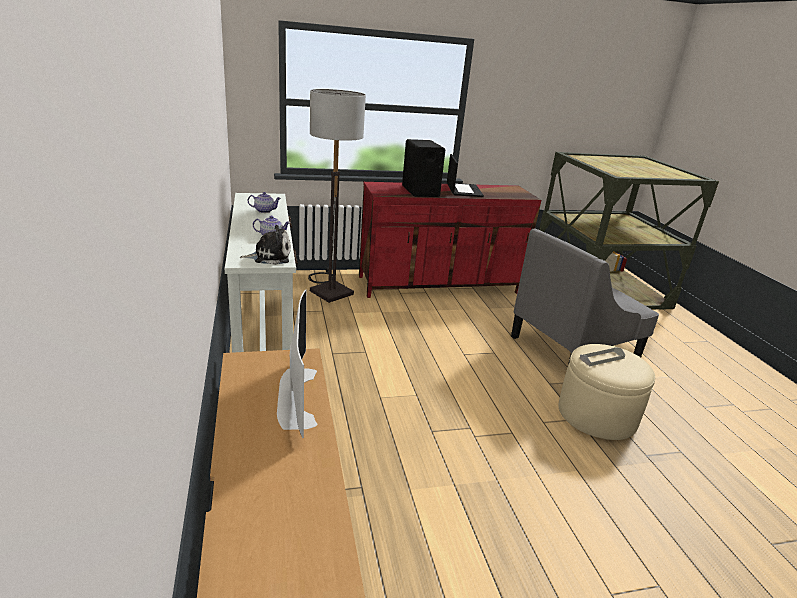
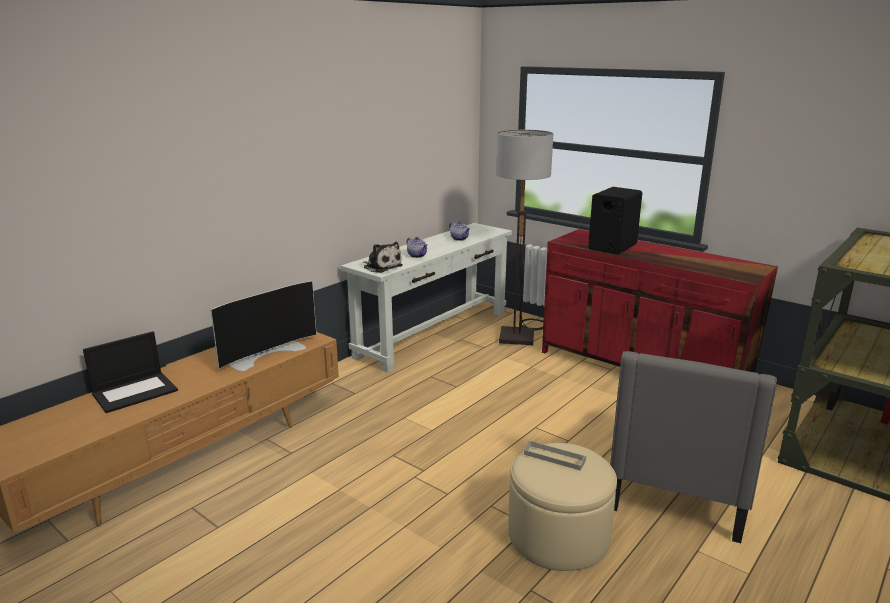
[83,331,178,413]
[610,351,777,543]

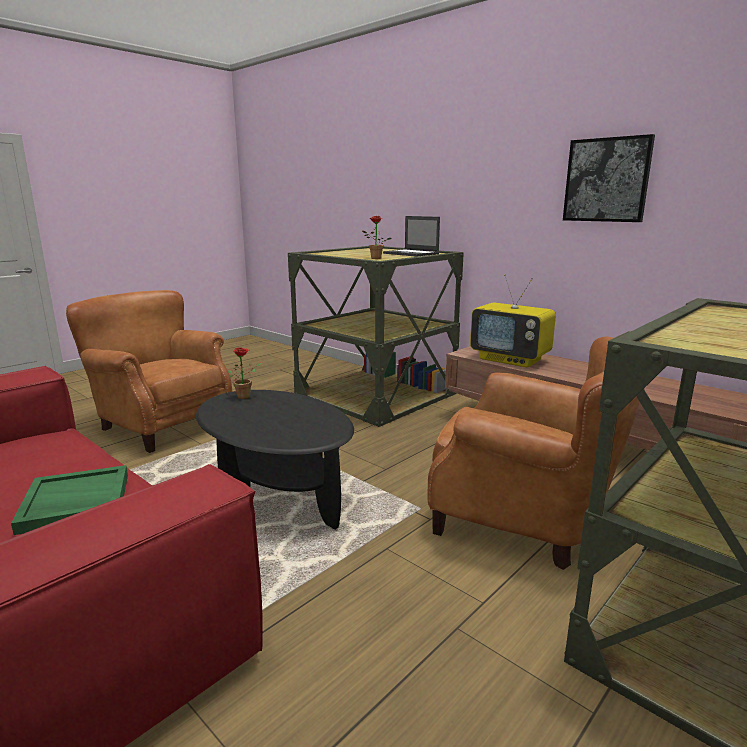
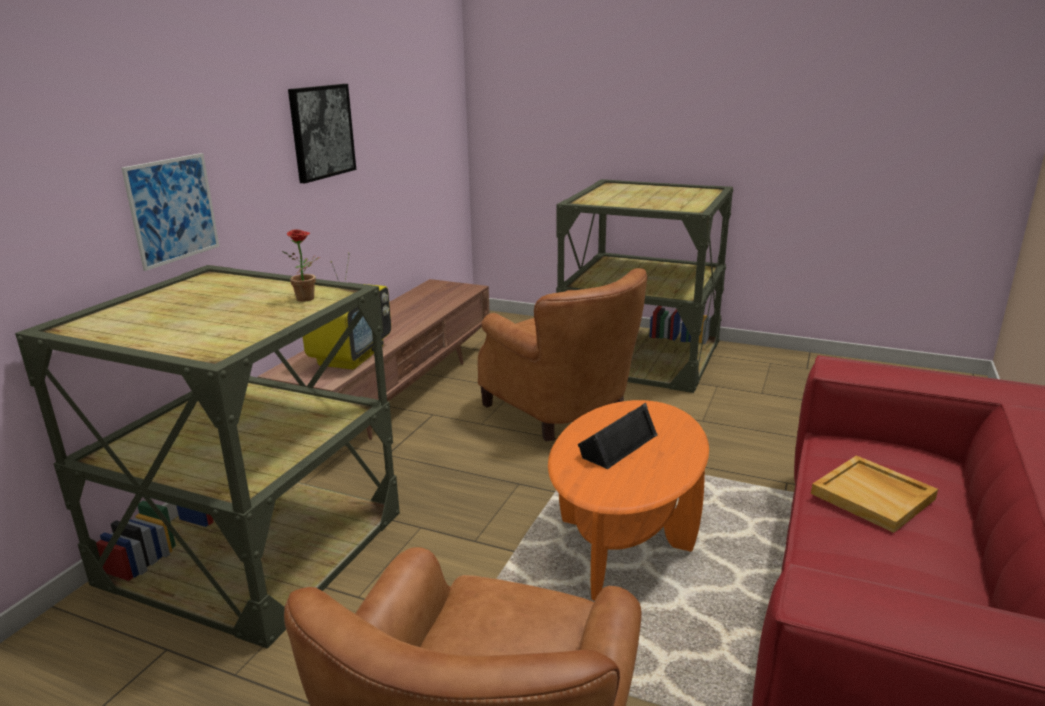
[811,455,938,533]
[548,400,709,601]
[228,347,263,399] (first image)
[383,216,440,257] (first image)
[478,268,647,441]
[121,153,219,271]
[578,403,657,469]

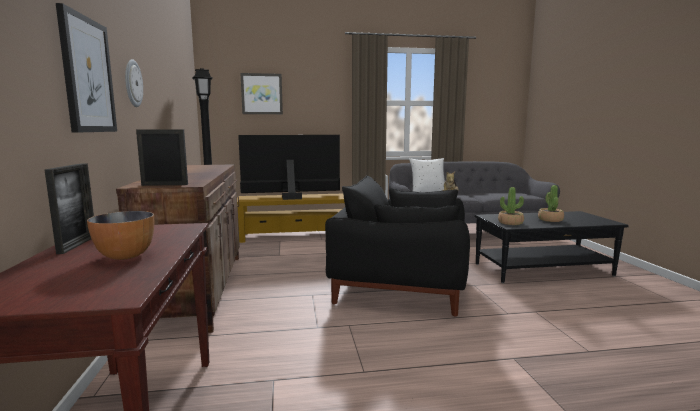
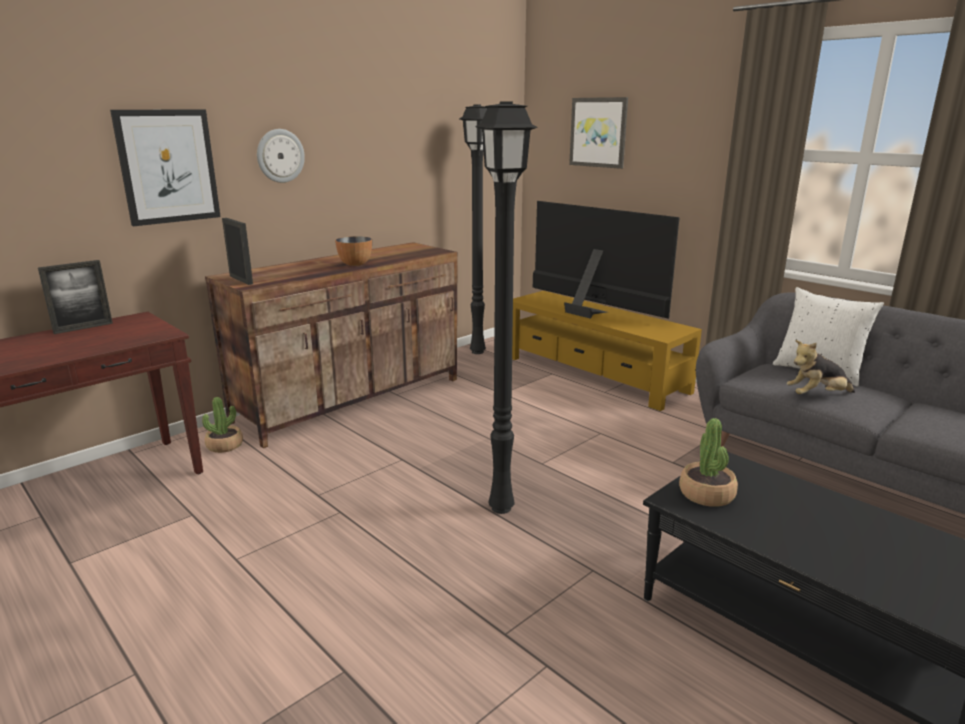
[335,236,372,266]
[475,101,538,514]
[202,397,243,453]

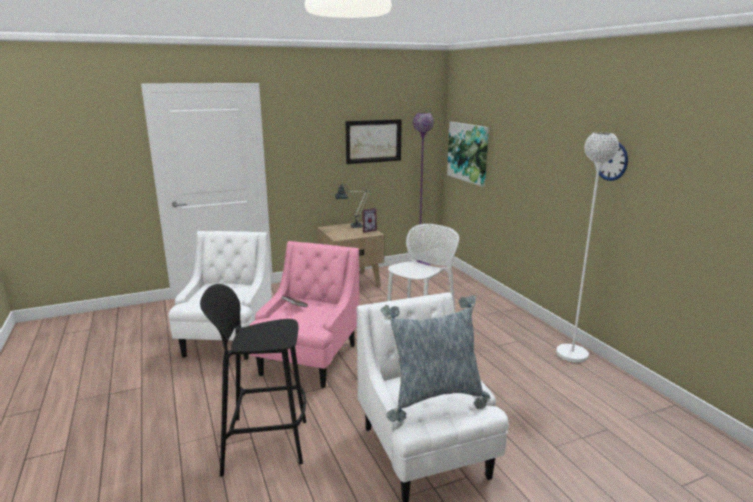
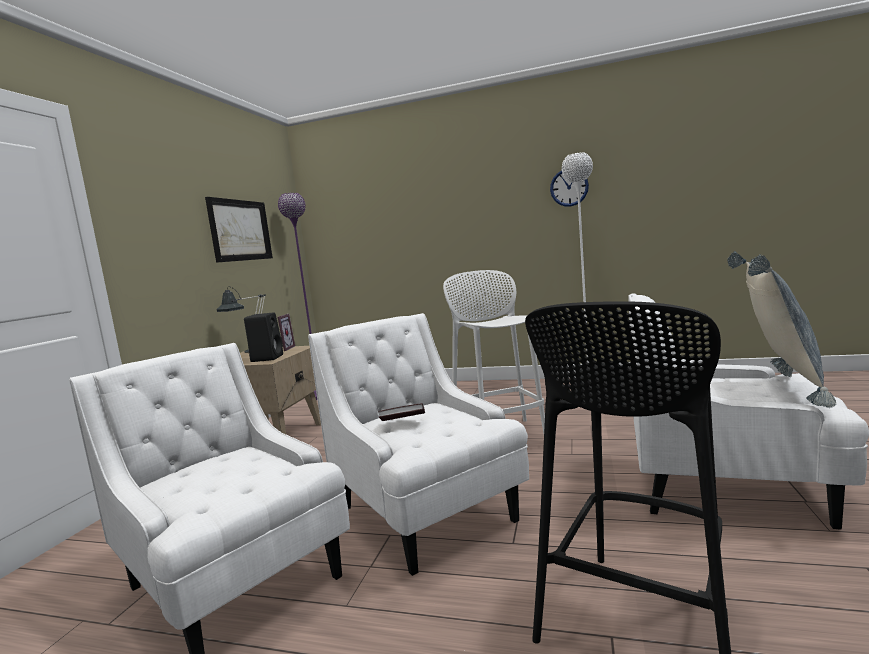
[308,313,529,576]
[447,122,489,186] (first image)
[244,313,283,362]

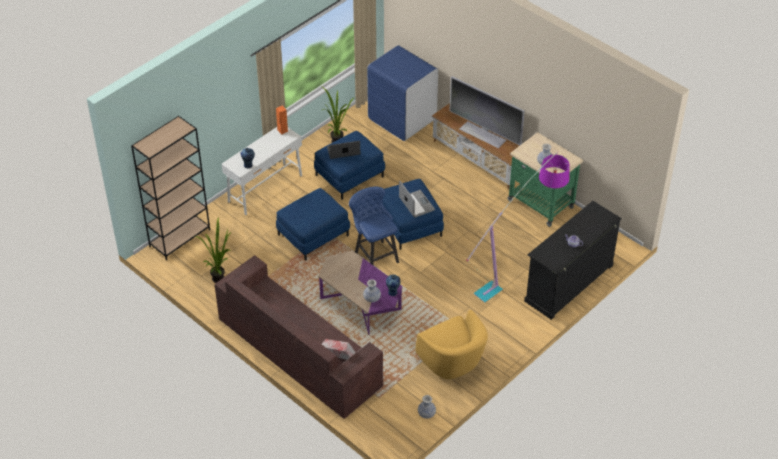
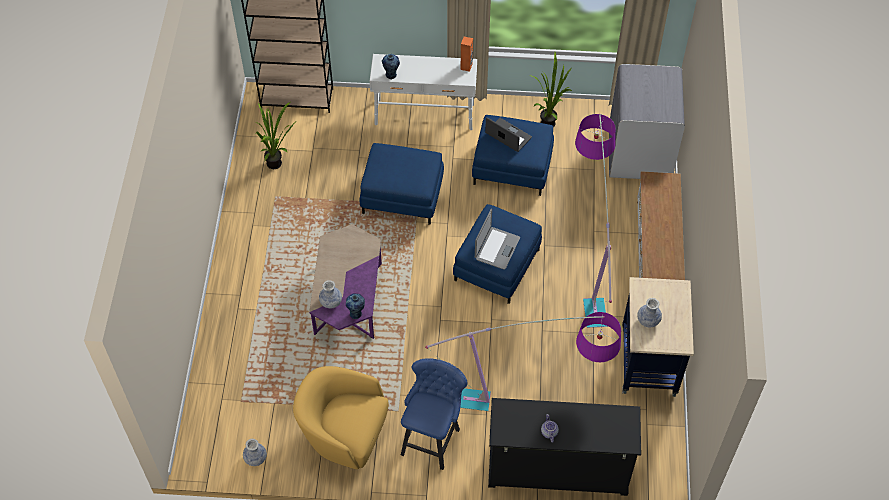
[214,255,383,419] (first image)
[401,358,467,470]
[609,64,685,179]
[293,366,389,469]
[449,76,525,149] (first image)
[622,277,694,397]
[575,113,616,328]

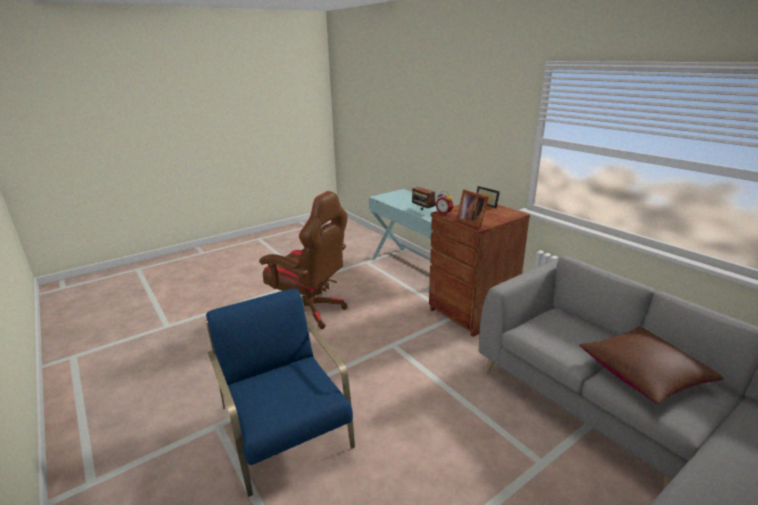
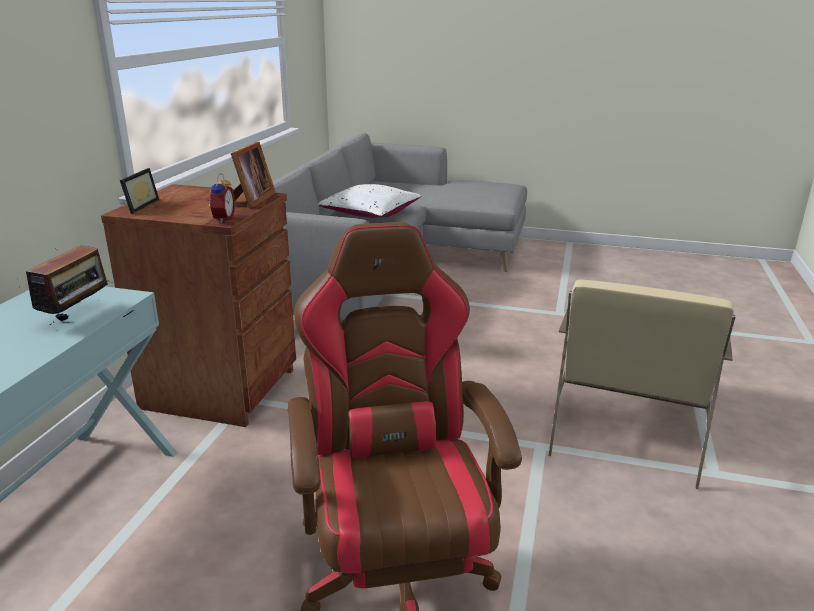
[549,280,736,489]
[318,184,421,218]

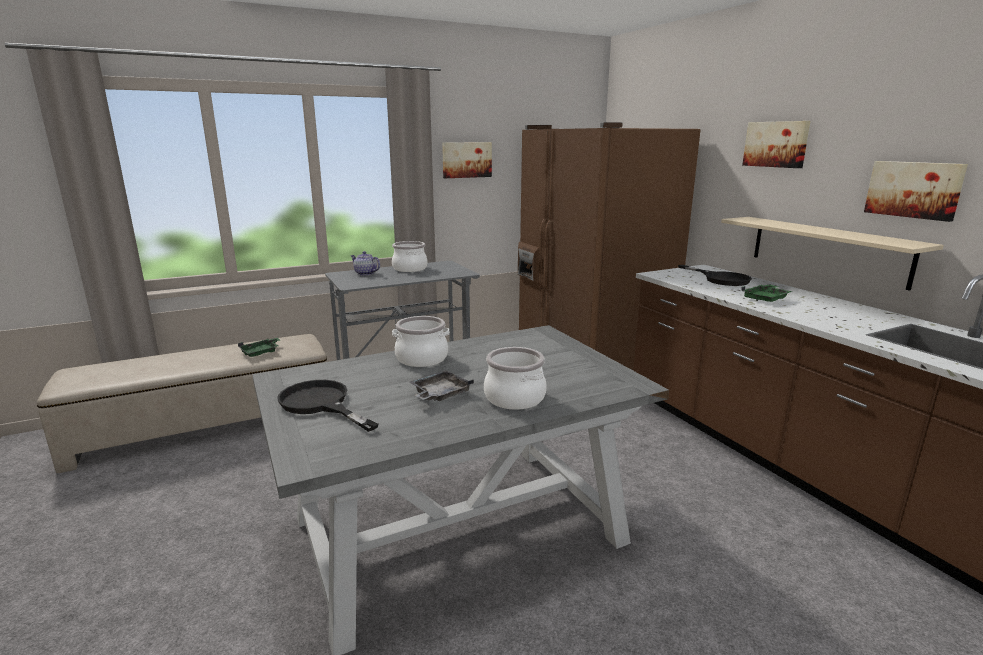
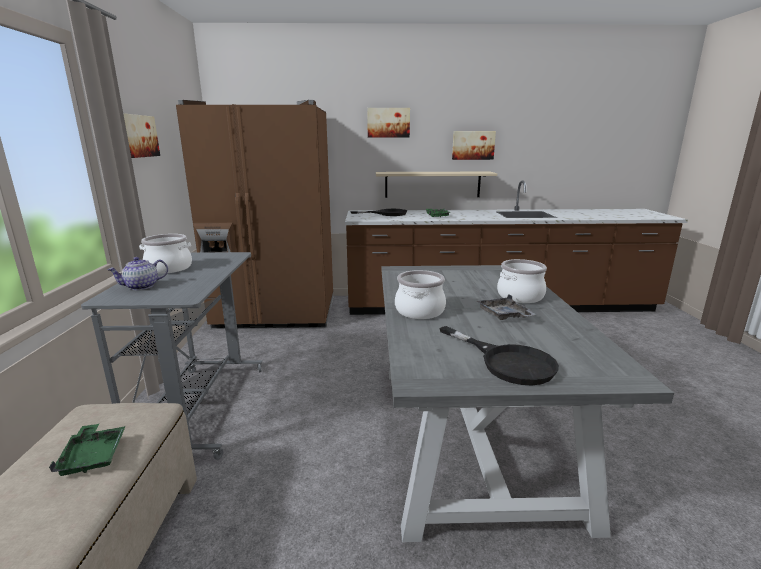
[439,326,559,386]

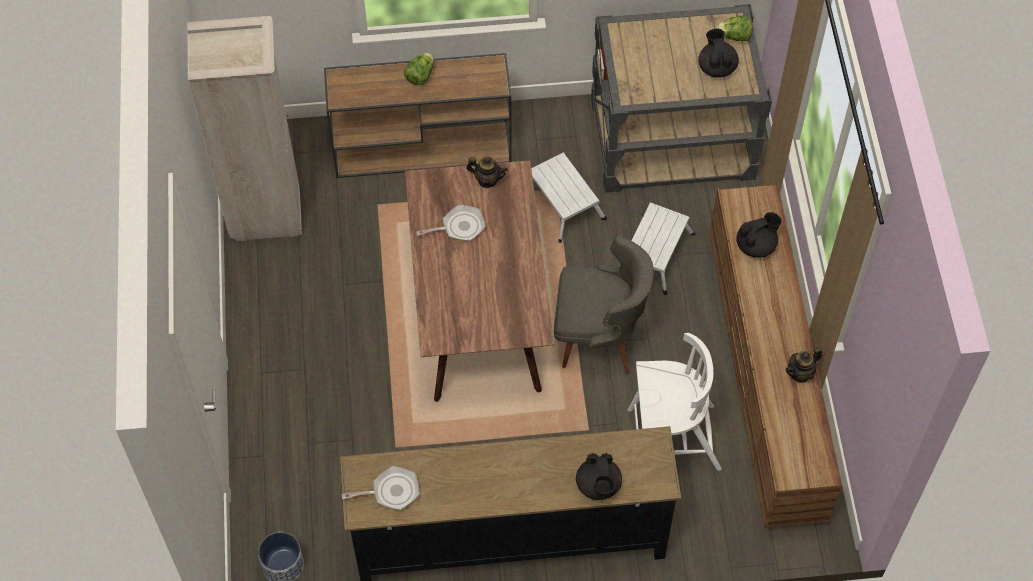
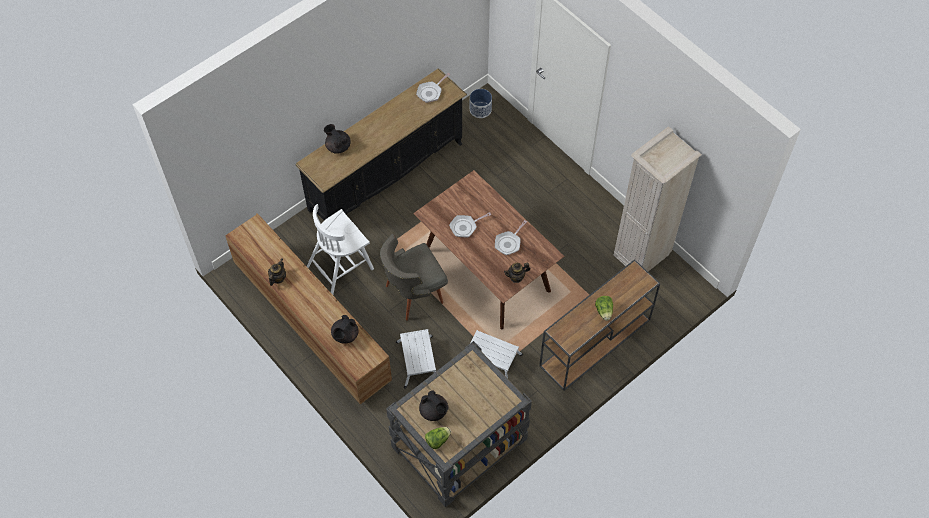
[449,212,491,237]

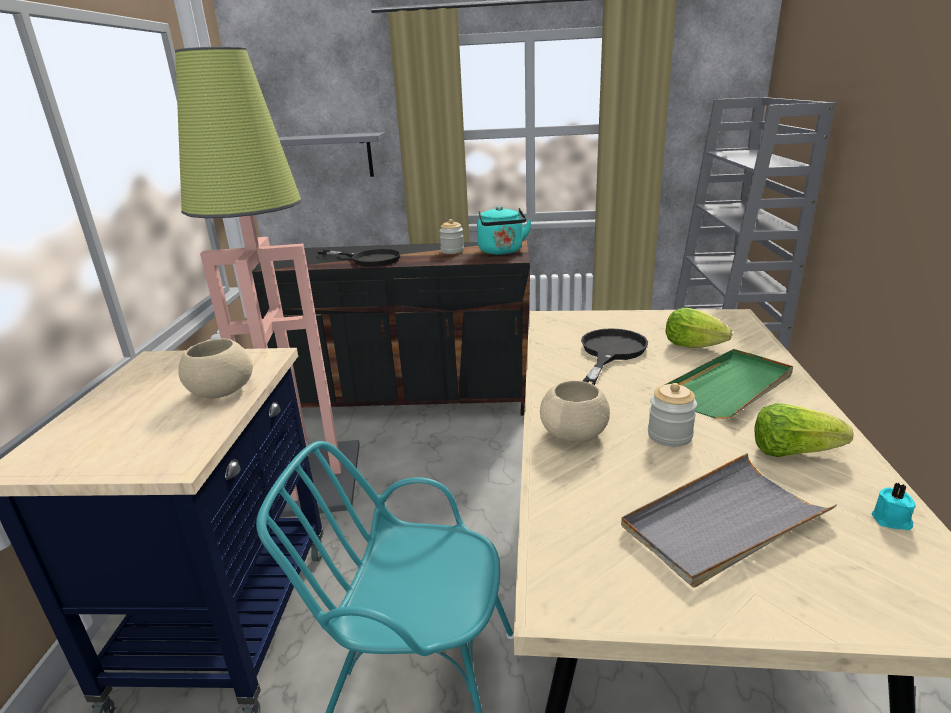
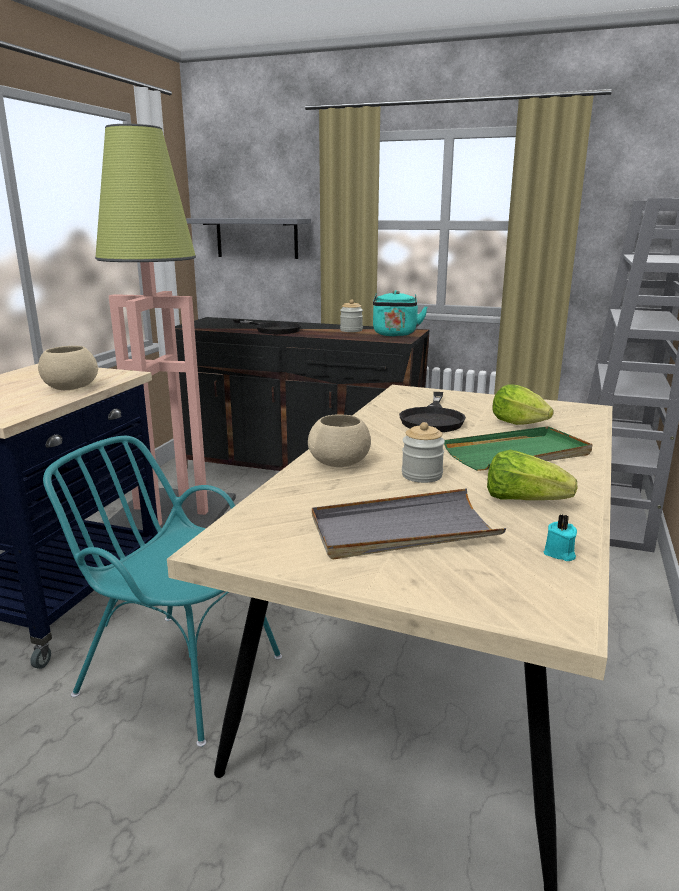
[399,392,466,432]

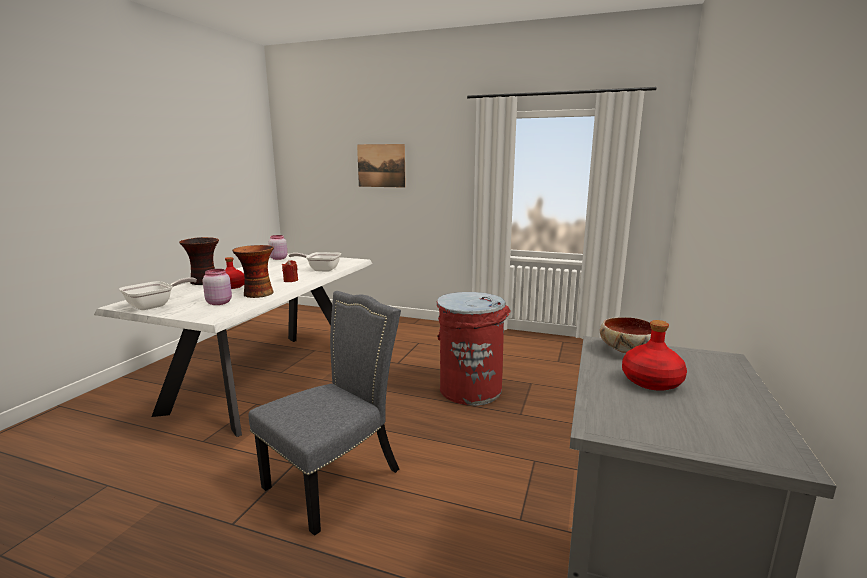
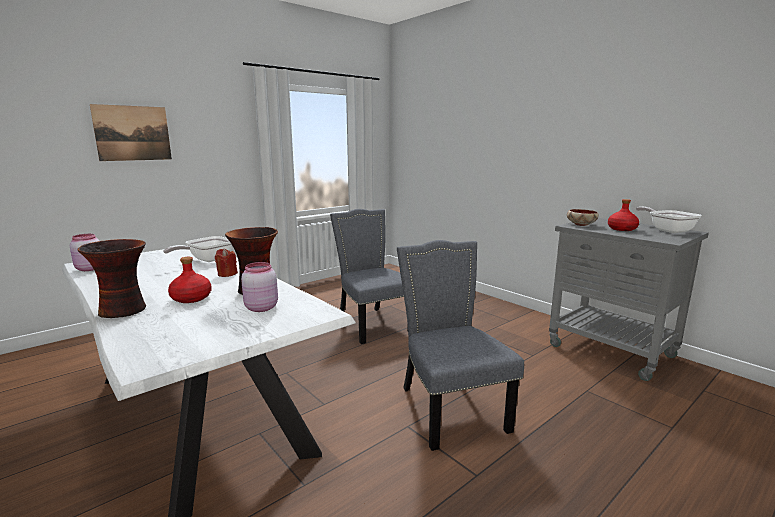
[636,207,702,233]
[330,209,408,344]

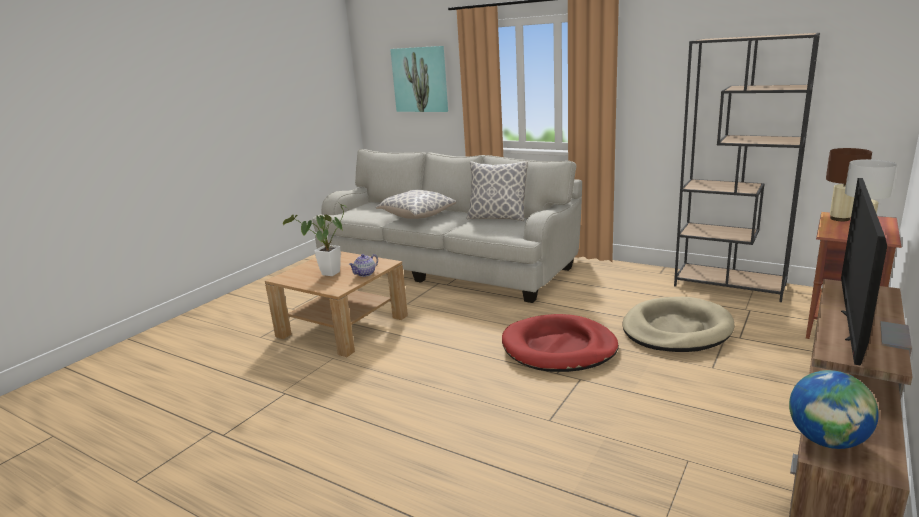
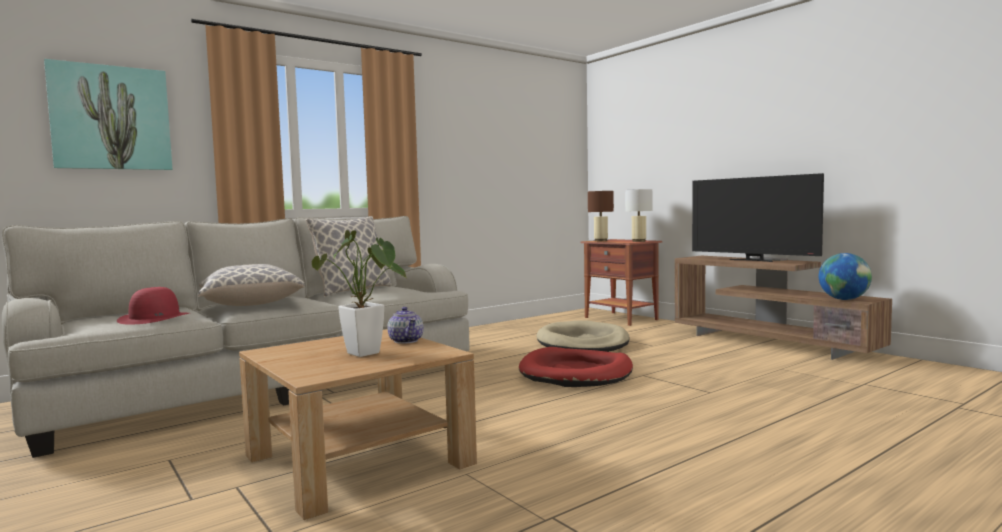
[674,33,820,302] (first image)
[117,287,189,324]

